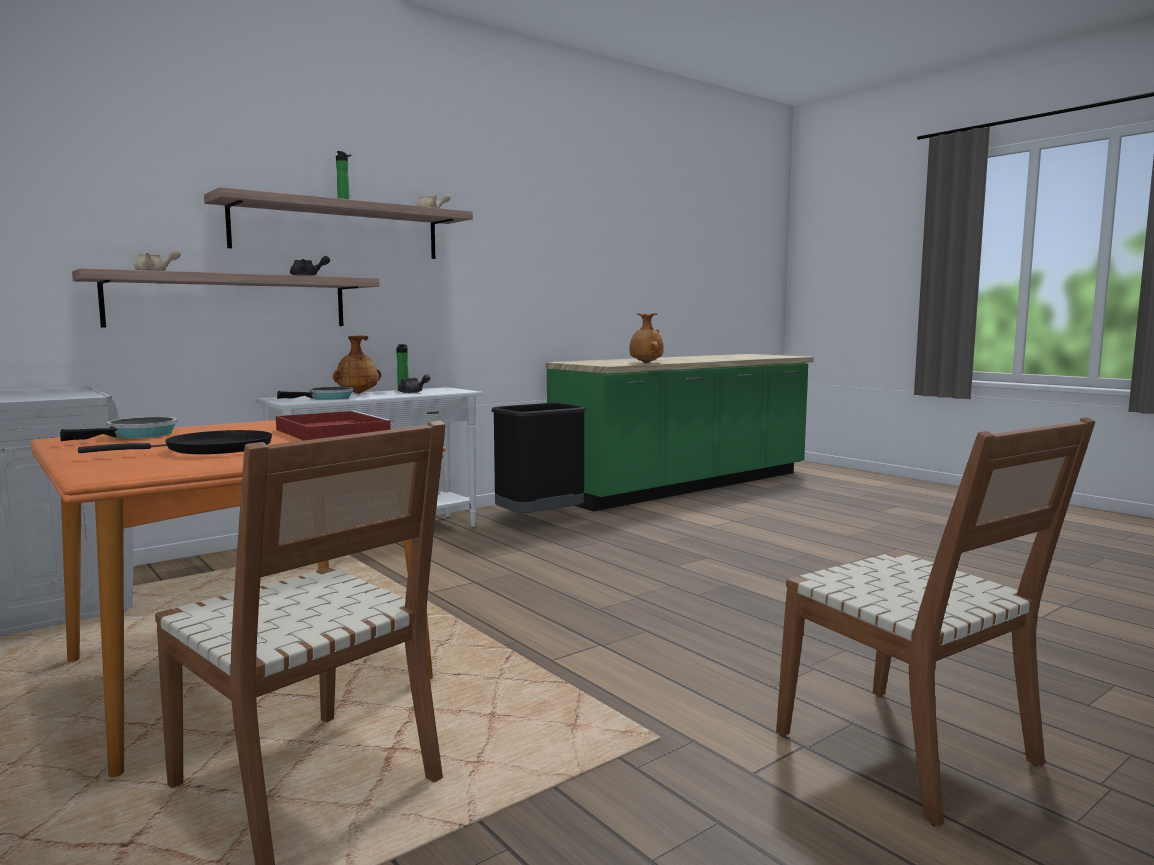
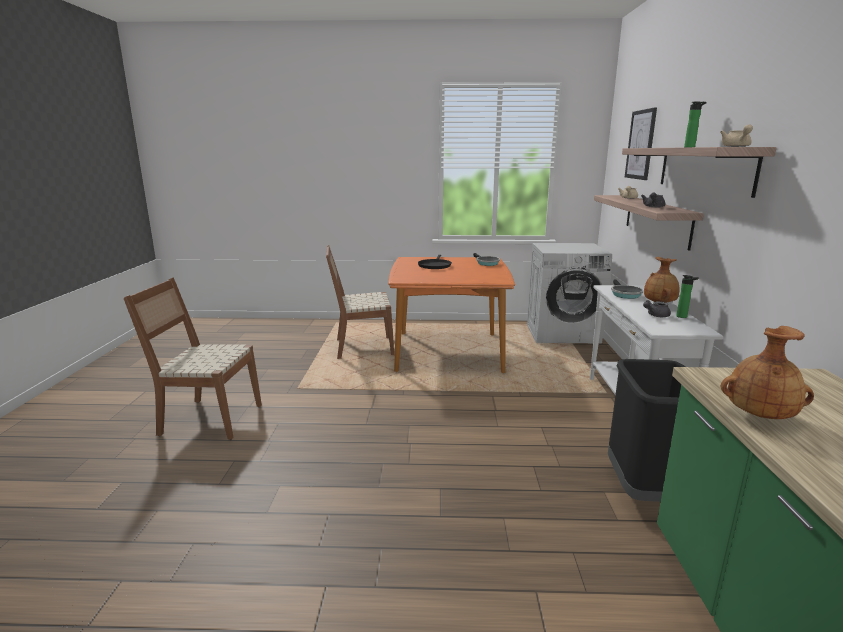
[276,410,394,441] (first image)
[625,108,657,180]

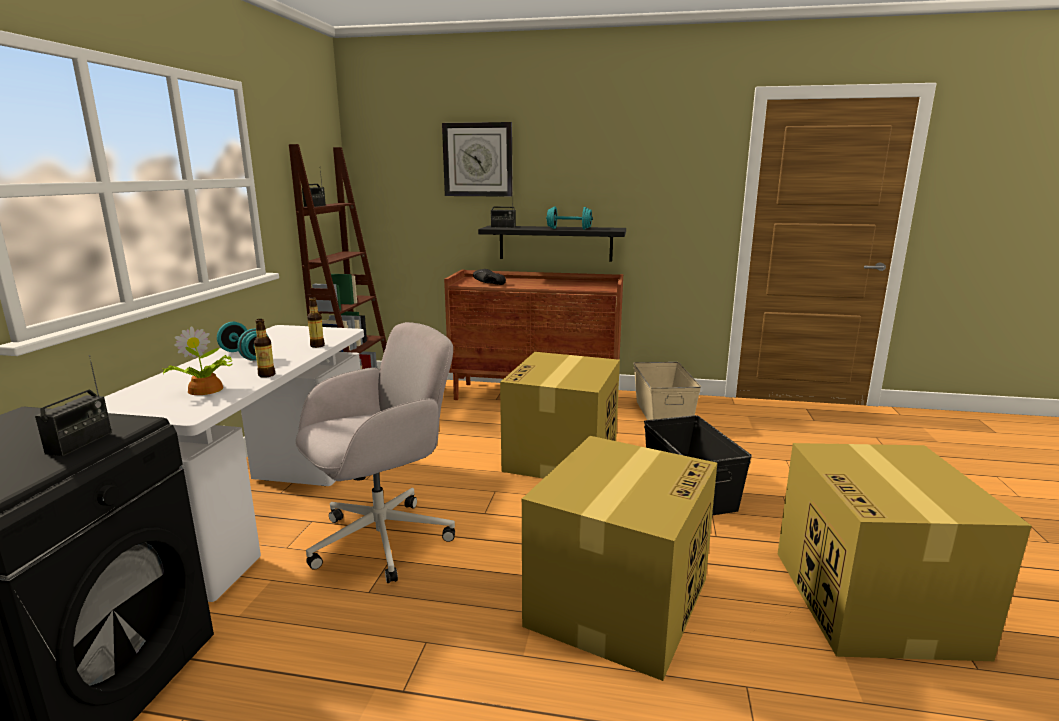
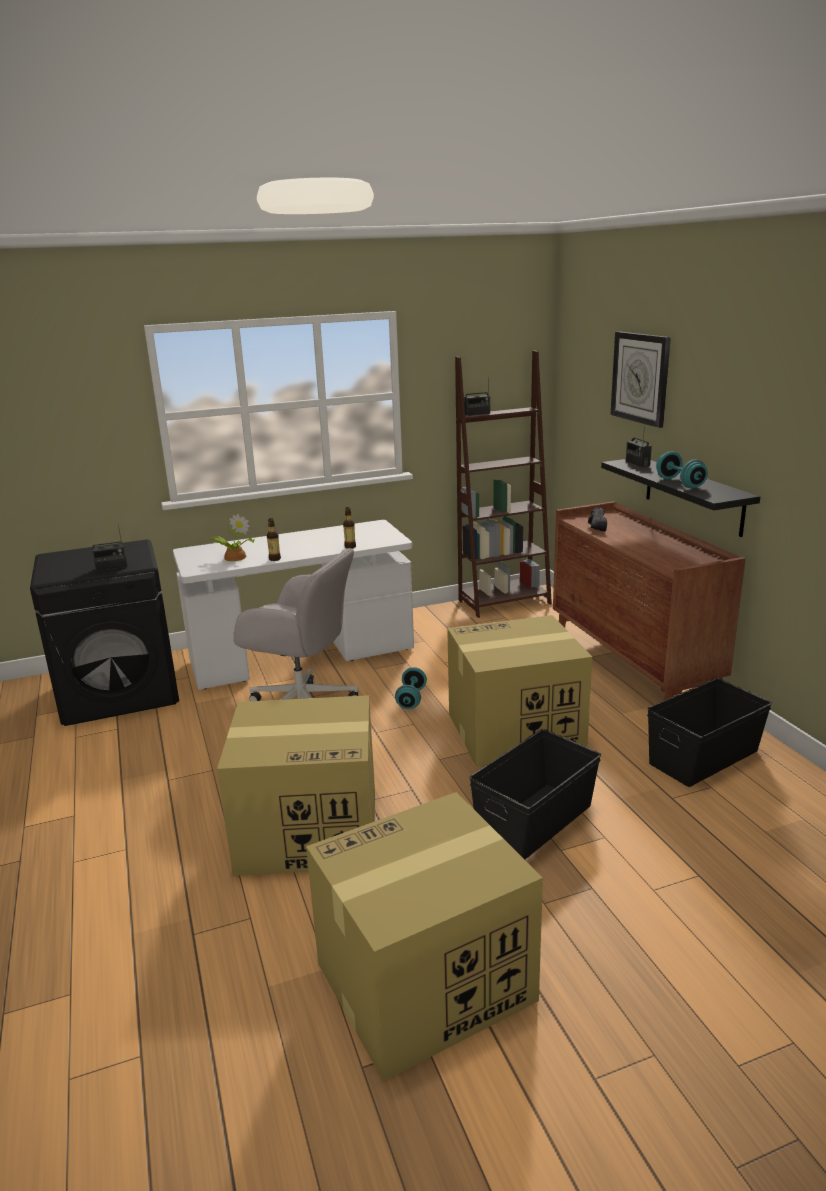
[395,667,427,709]
[647,678,772,787]

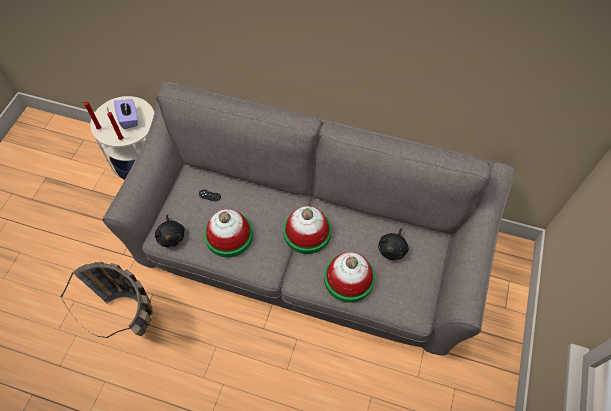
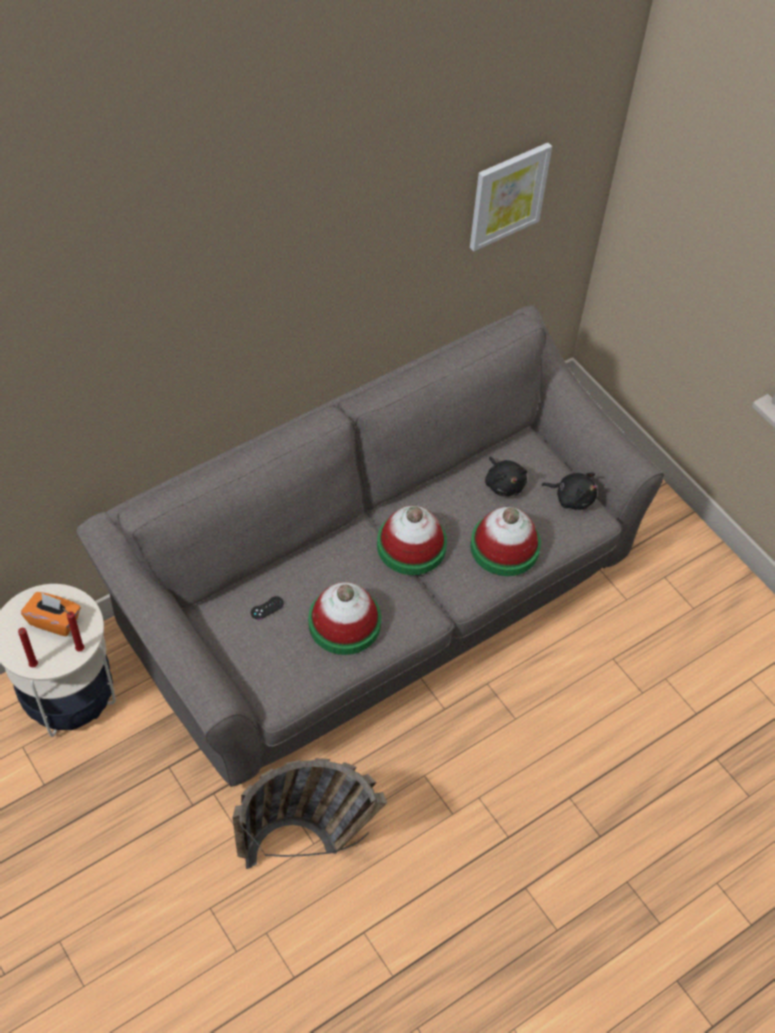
[21,592,81,637]
[542,472,598,510]
[470,143,552,251]

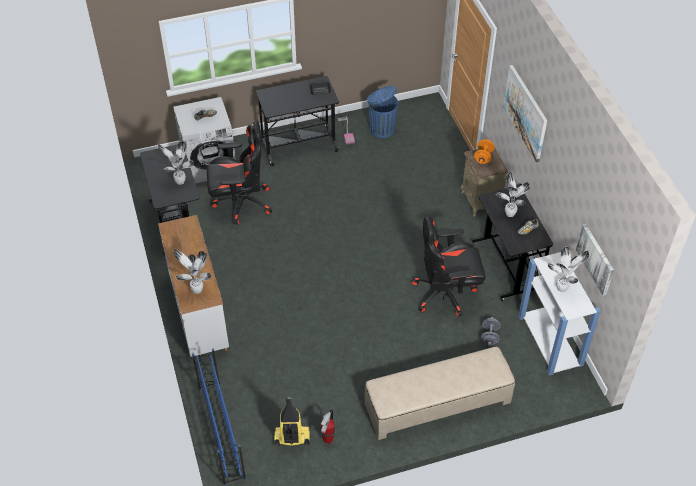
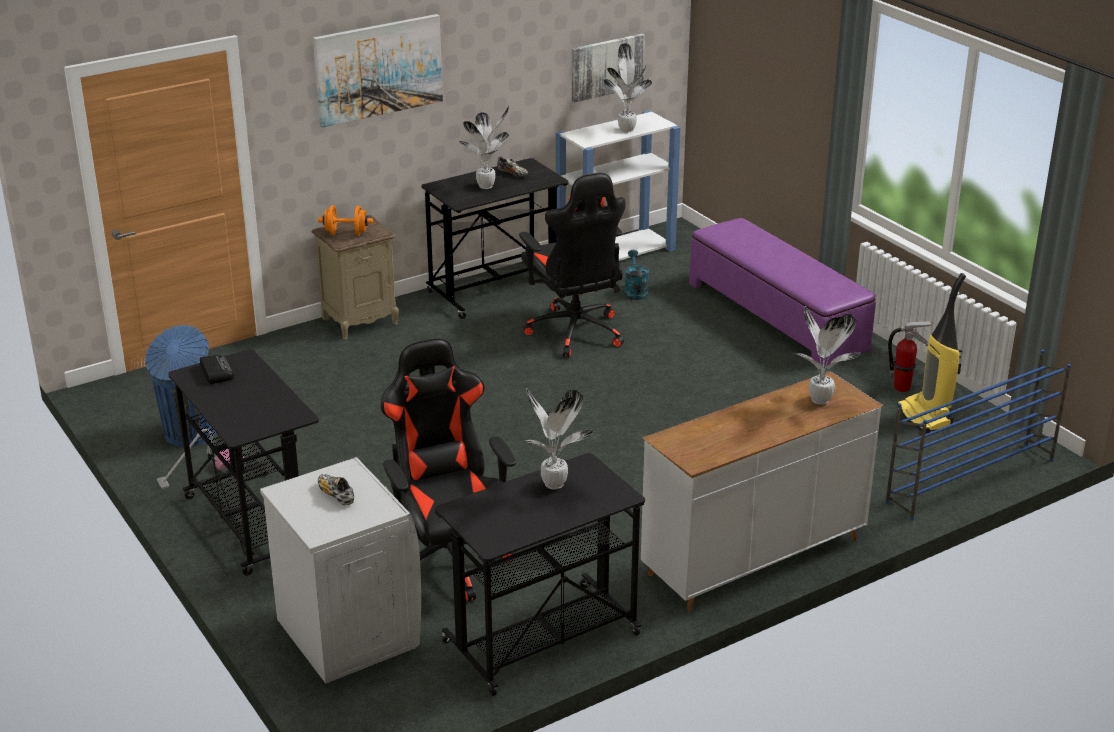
[689,218,876,367]
[624,250,649,300]

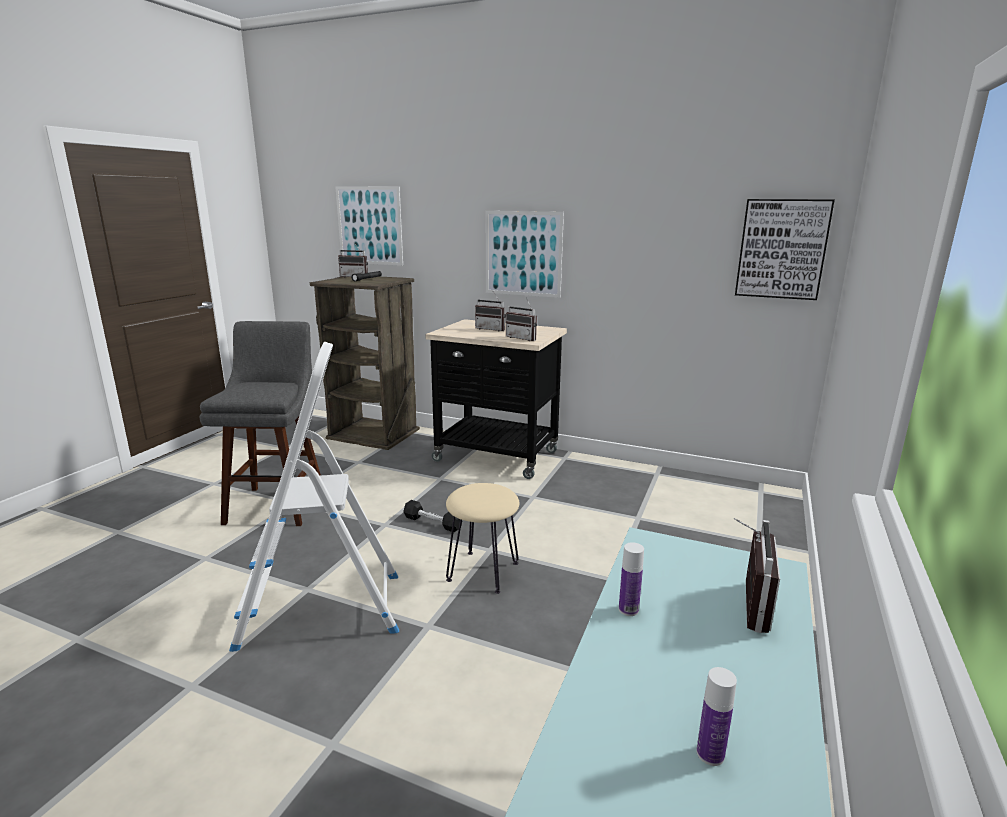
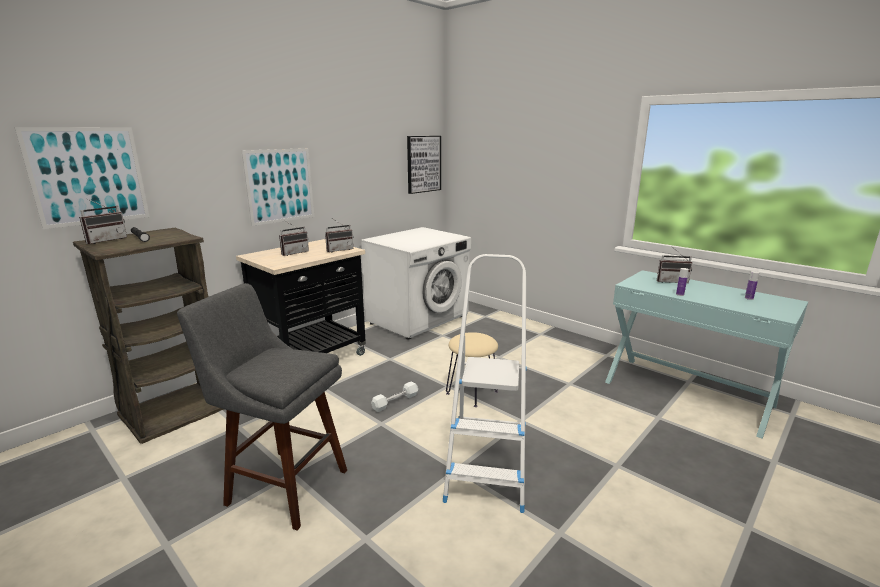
[371,381,418,412]
[657,246,692,283]
[361,227,471,339]

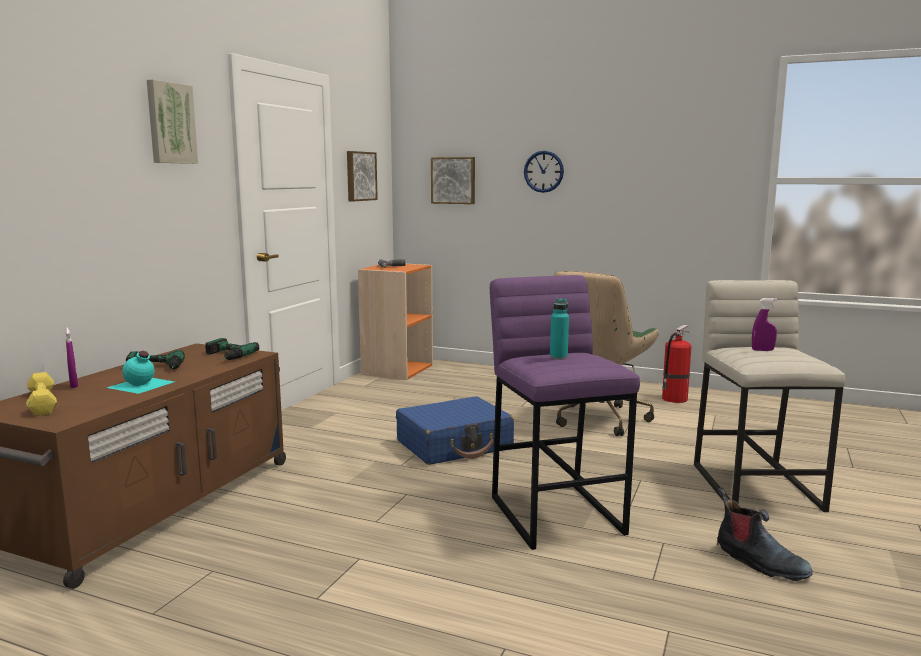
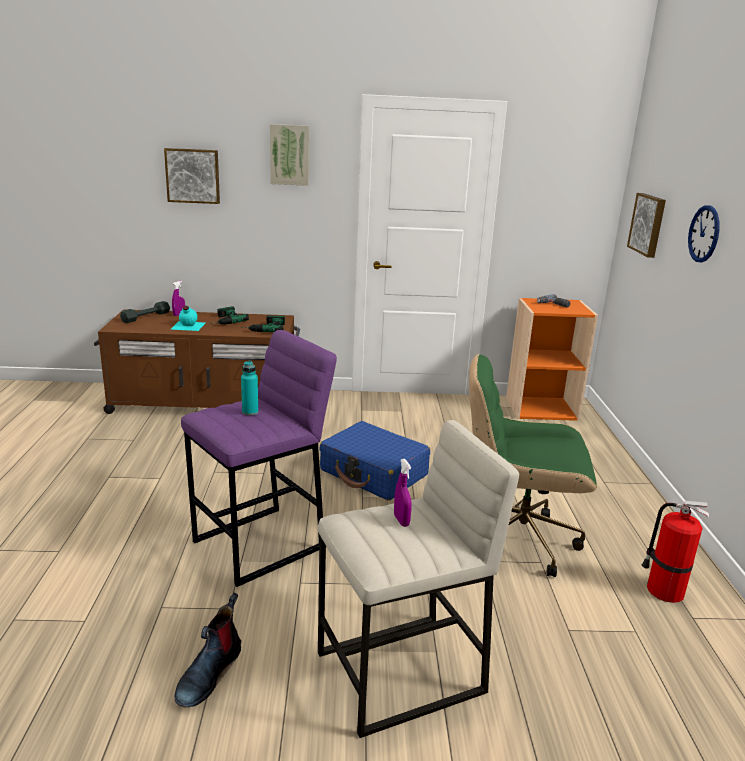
[120,301,170,323]
[164,148,220,204]

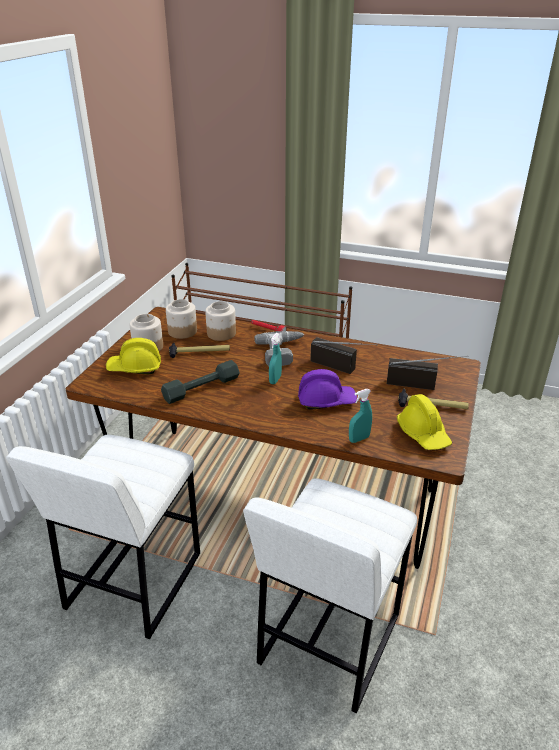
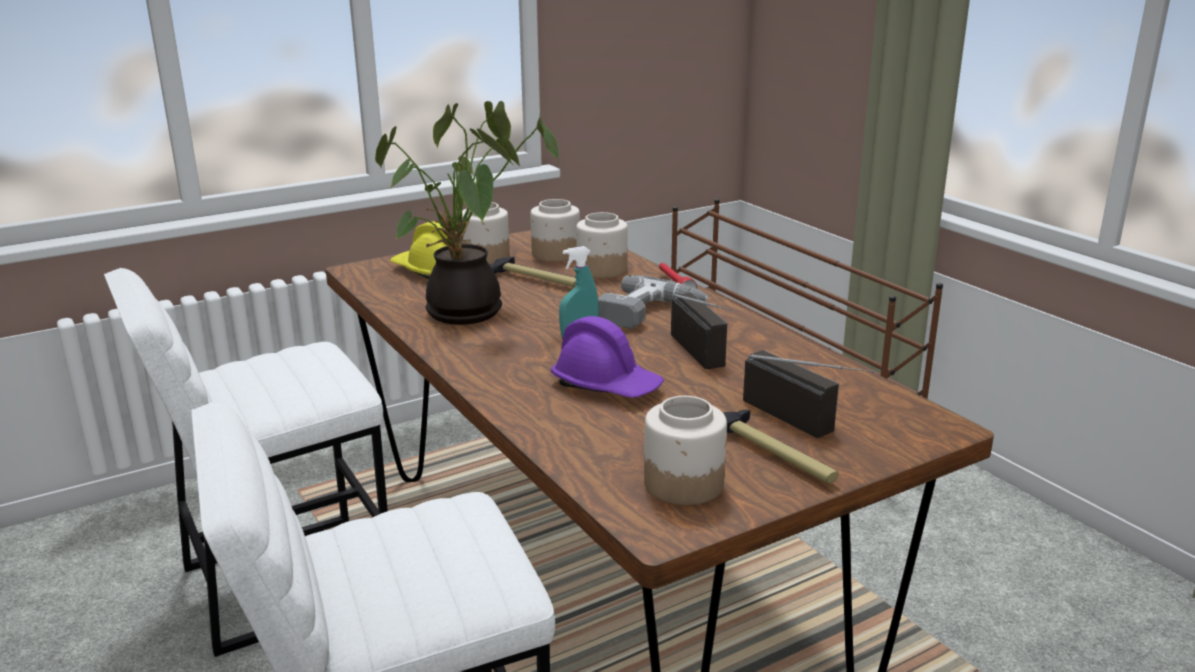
[375,101,559,325]
[349,389,372,443] (first image)
[644,396,727,505]

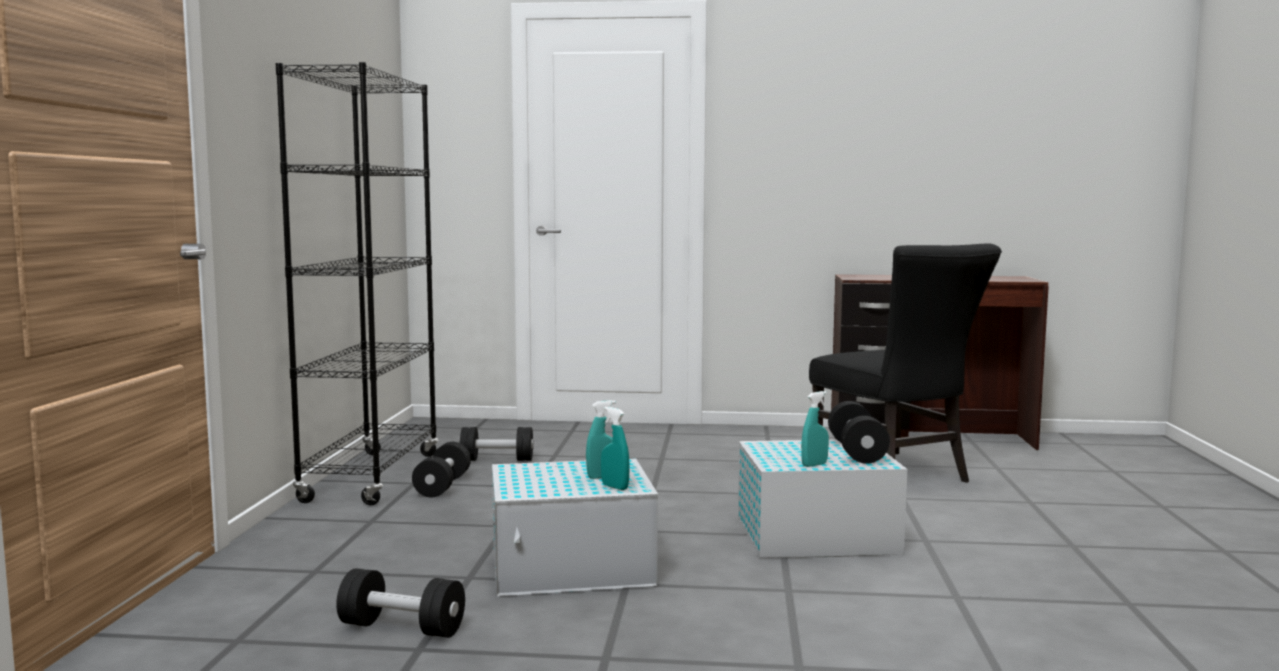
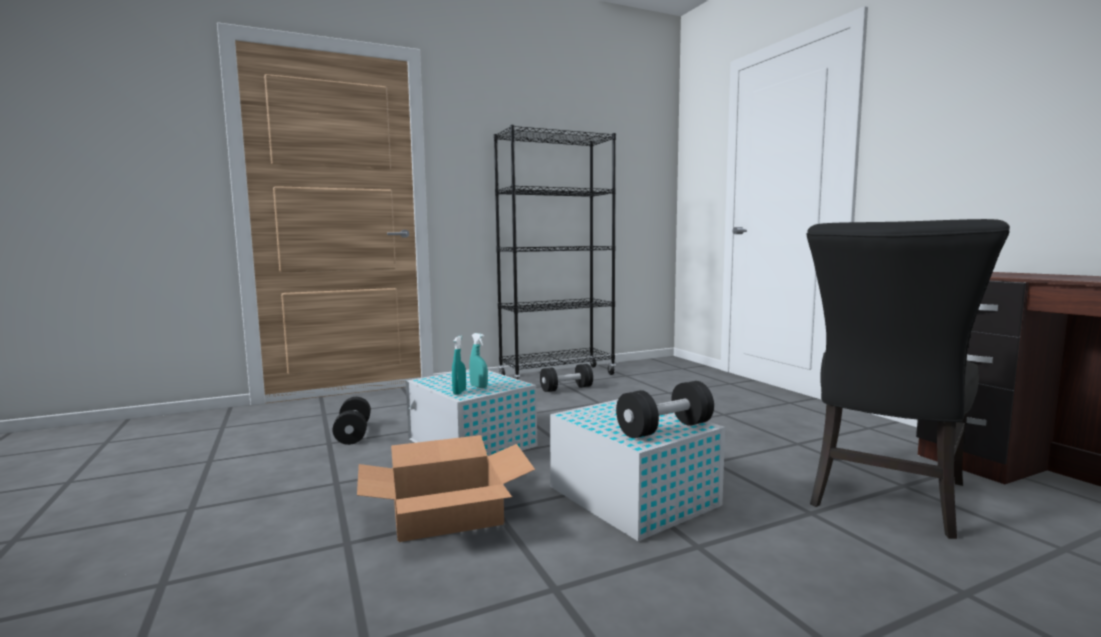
[460,427,534,461] (first image)
[801,391,829,467] (first image)
[357,435,535,542]

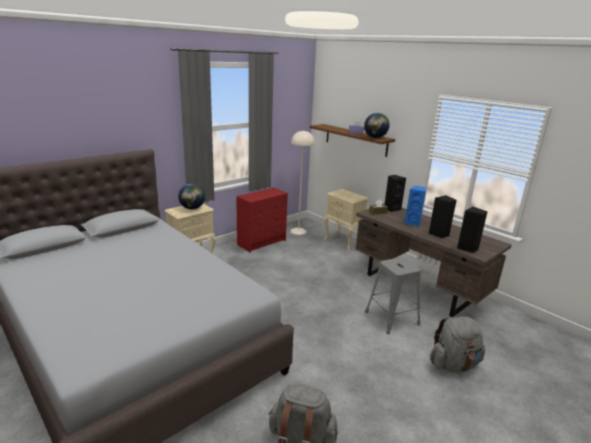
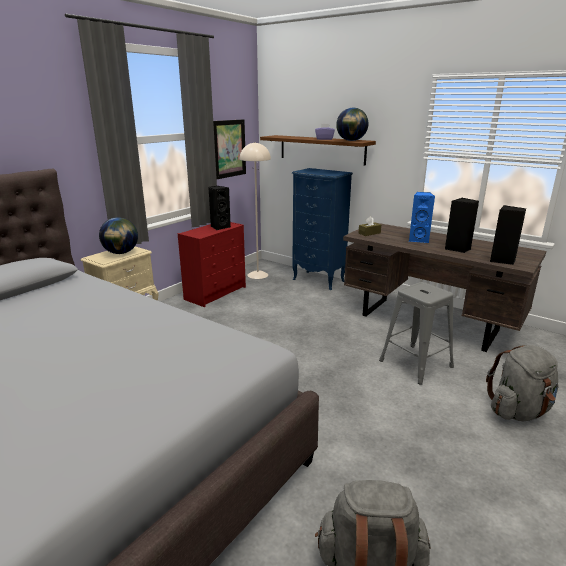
[292,168,353,290]
[208,186,231,230]
[213,119,246,179]

